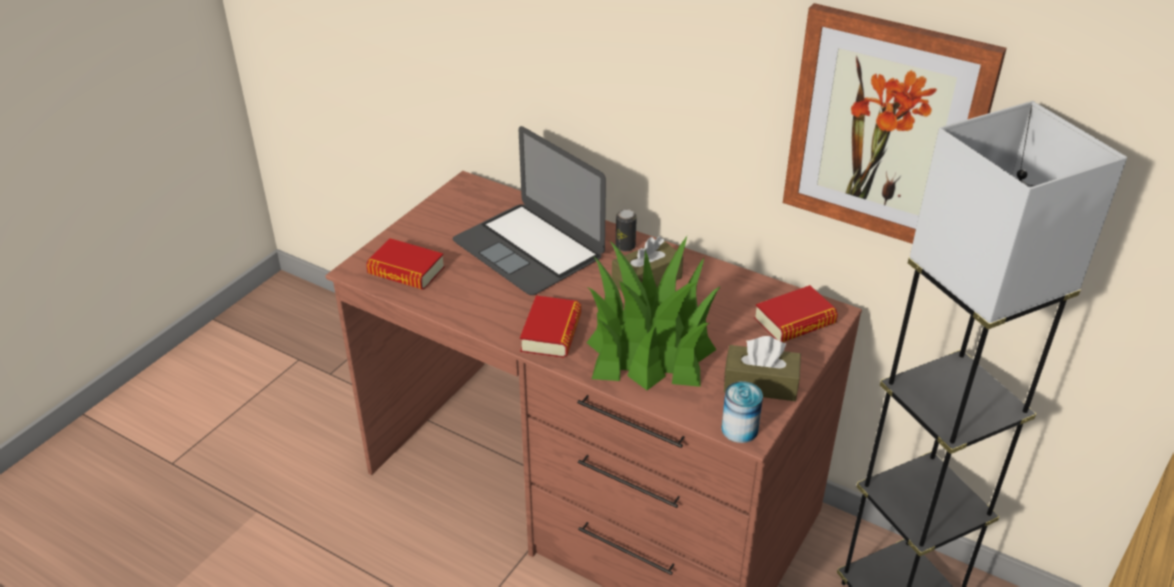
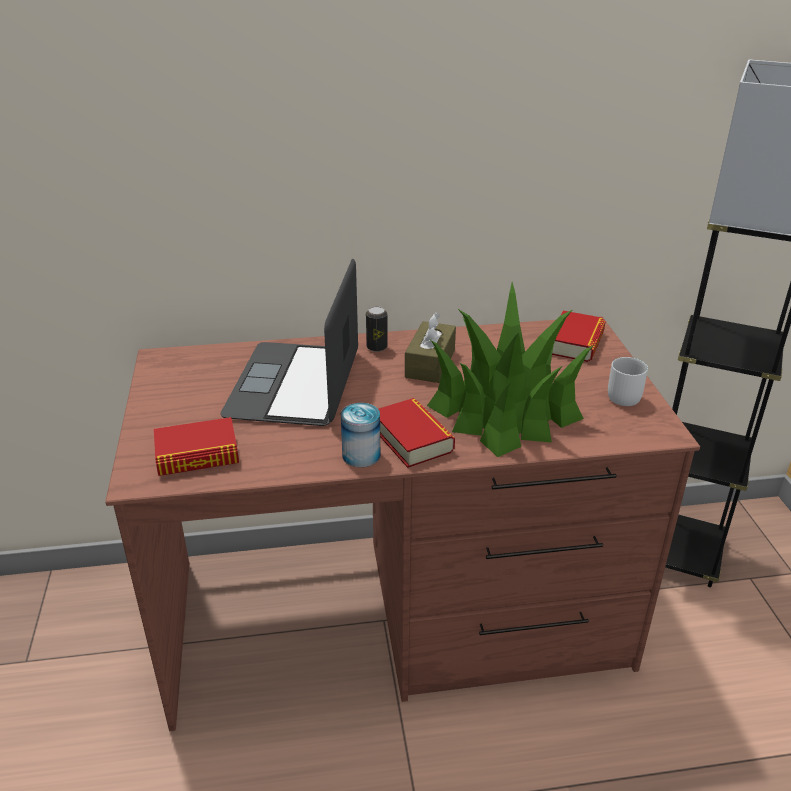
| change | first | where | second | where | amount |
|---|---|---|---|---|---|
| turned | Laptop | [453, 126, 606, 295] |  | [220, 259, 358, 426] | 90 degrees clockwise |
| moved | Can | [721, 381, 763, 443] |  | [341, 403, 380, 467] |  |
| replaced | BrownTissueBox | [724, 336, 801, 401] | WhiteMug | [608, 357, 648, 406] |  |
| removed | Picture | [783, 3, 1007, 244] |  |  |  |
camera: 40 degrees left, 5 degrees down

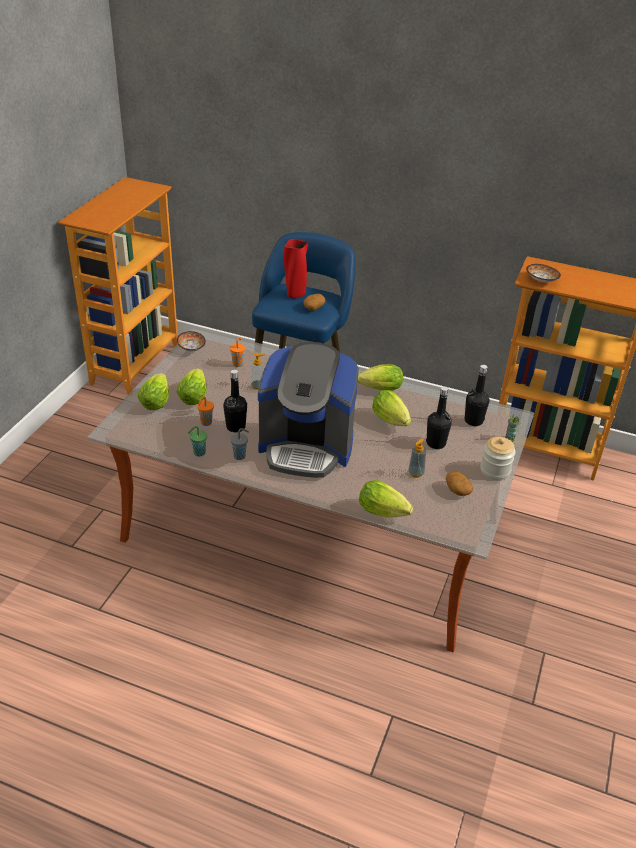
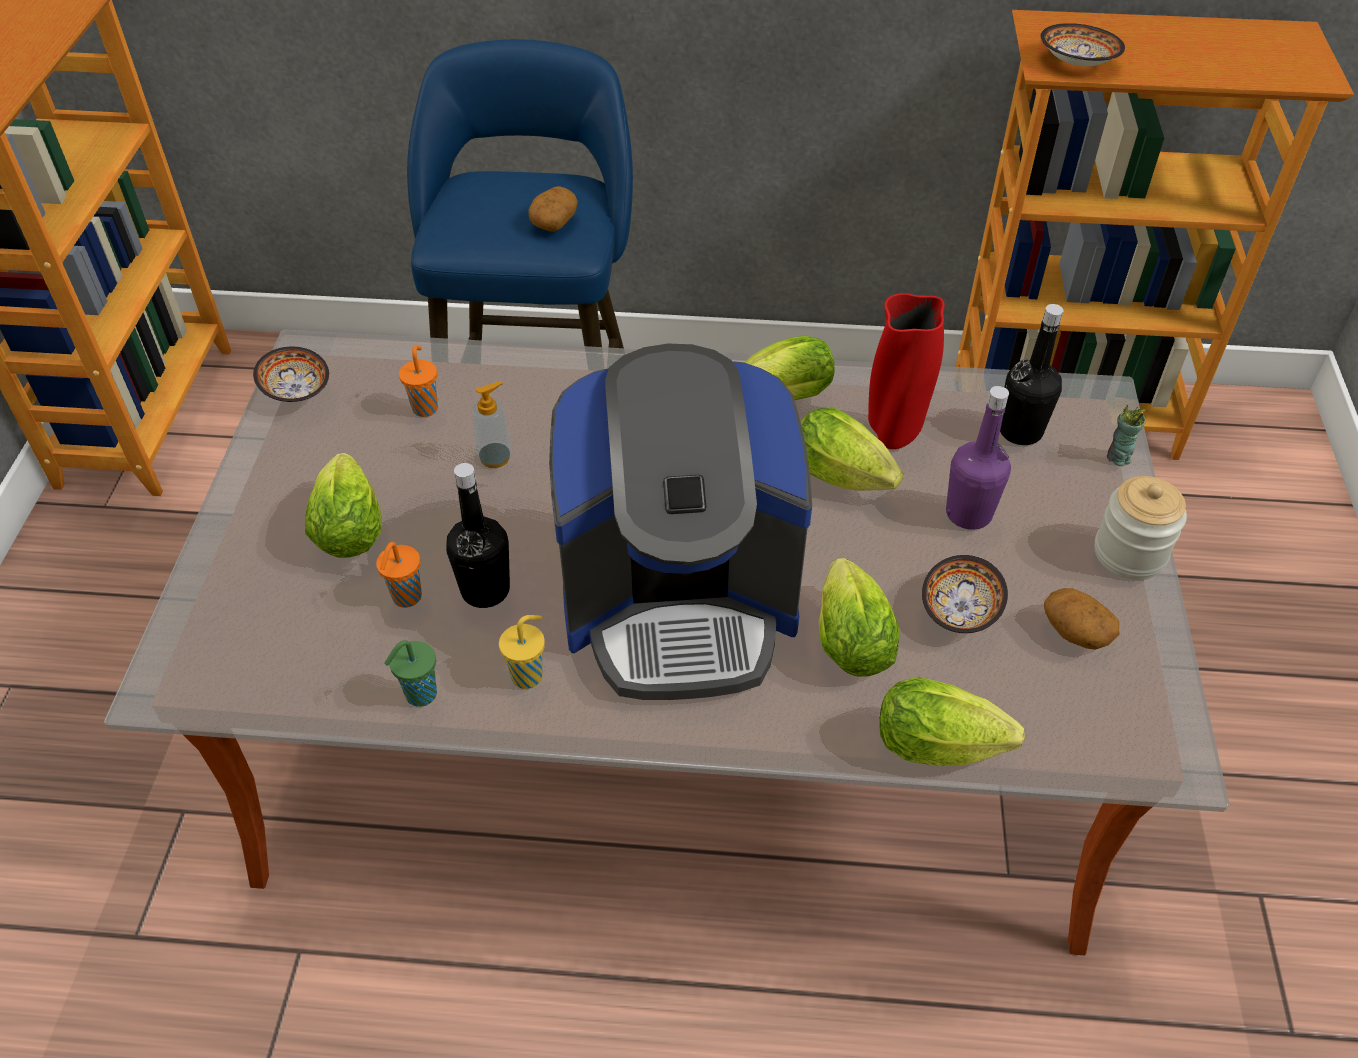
| change | first | where | second | where | amount |
|---|---|---|---|---|---|
| moved | Lettuce | [138, 373, 169, 410] |  | [819, 558, 900, 677] |  |
| recoloured | GreyCup | [231, 428, 249, 460] | YellowCup | [499, 615, 545, 689] |  |
| moved | RedVase | [284, 239, 308, 299] |  | [868, 293, 945, 449] |  |
| replaced | SoapDispenser | [408, 438, 426, 478] | Bowl | [922, 555, 1008, 633] |  |
| recoloured | BlackBottle | [426, 386, 452, 449] | PurpleBottle | [946, 386, 1011, 530] |  |
camera: 15 degrees left, 10 degrees up

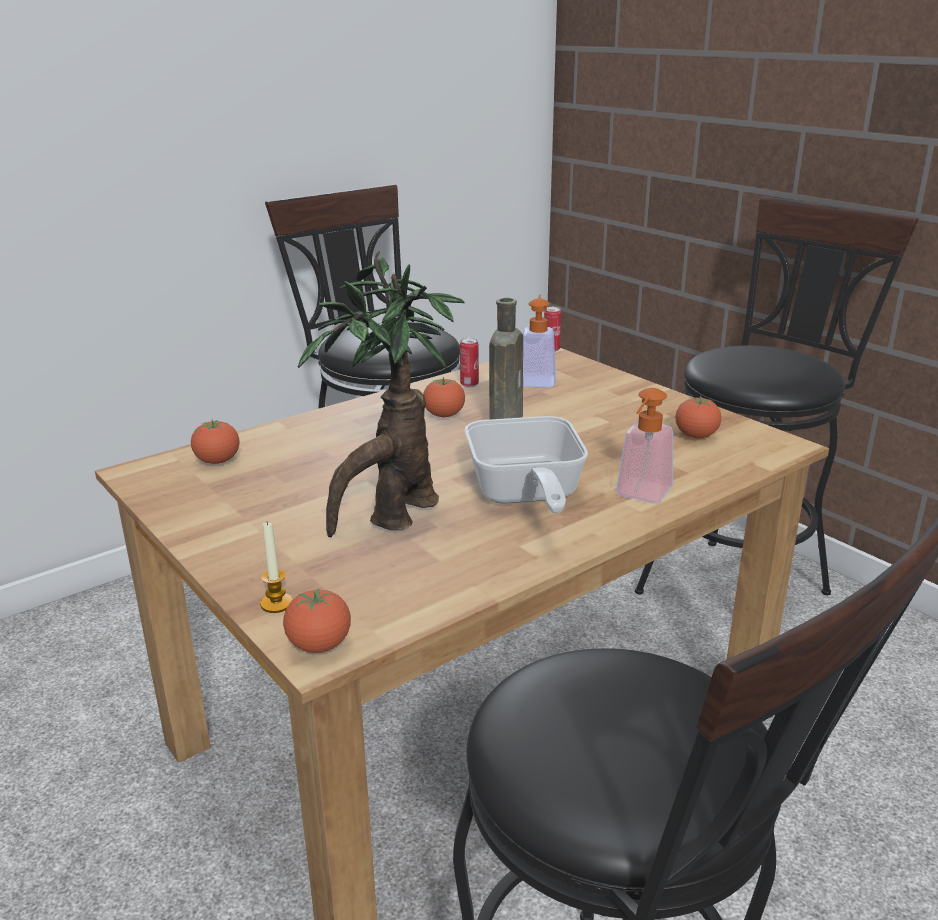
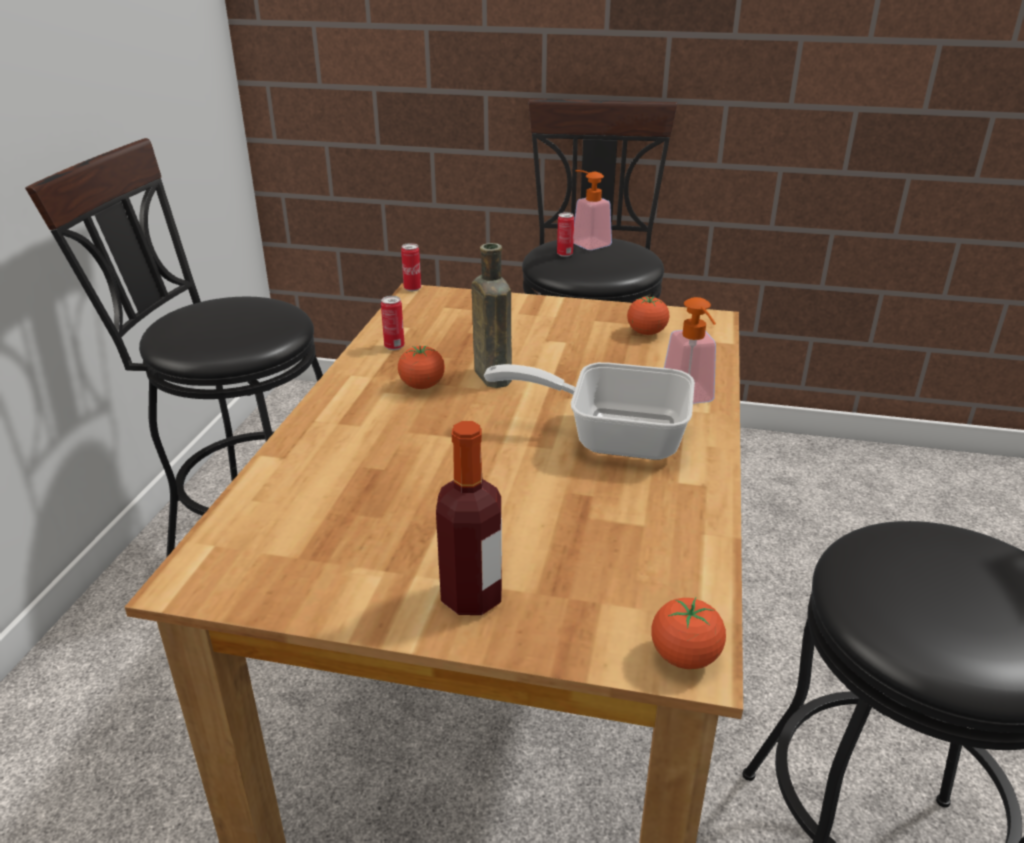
| change | first | where | second | where | amount |
|---|---|---|---|---|---|
| removed | Tomato | [191, 420, 239, 464] |  |  |  |
| removed | Candle | [260, 522, 293, 613] |  |  |  |
| removed | PottedPlant | [298, 251, 465, 538] |  |  |  |
| turned | FryingPan | [465, 416, 588, 513] |  | [484, 362, 695, 460] | 150 degrees clockwise |
| moved | SoapDispenser | [523, 295, 556, 387] |  | [573, 170, 612, 250] |  |
| added |  |  | Bottle | [436, 421, 502, 615] |  |
| added |  |  | Can | [557, 213, 574, 257] |  |
camera: 40 degrees left, 5 degrees up

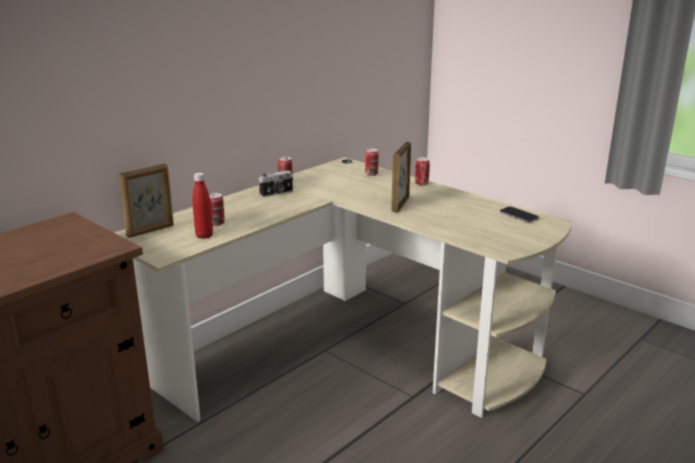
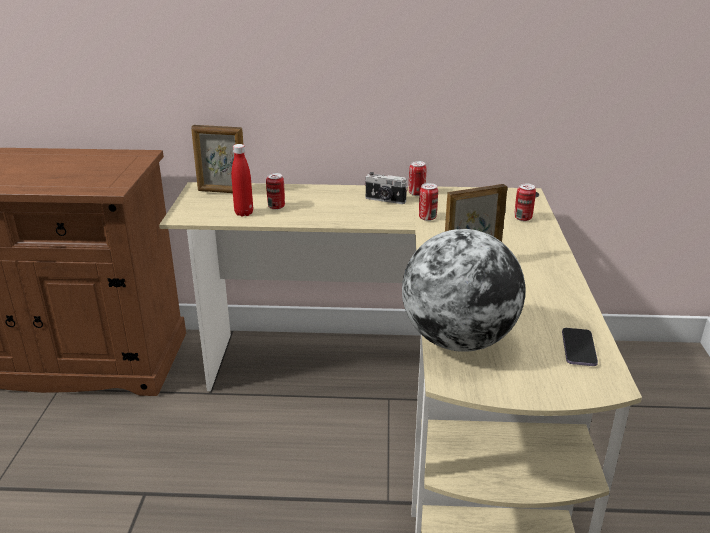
| change | first | where | second | where | amount |
|---|---|---|---|---|---|
| moved | Can | [415, 157, 430, 186] |  | [419, 183, 438, 221] |  |
| added |  |  | Globe | [402, 229, 526, 352] |  |
camera: 50 degrees right, 5 degrees up

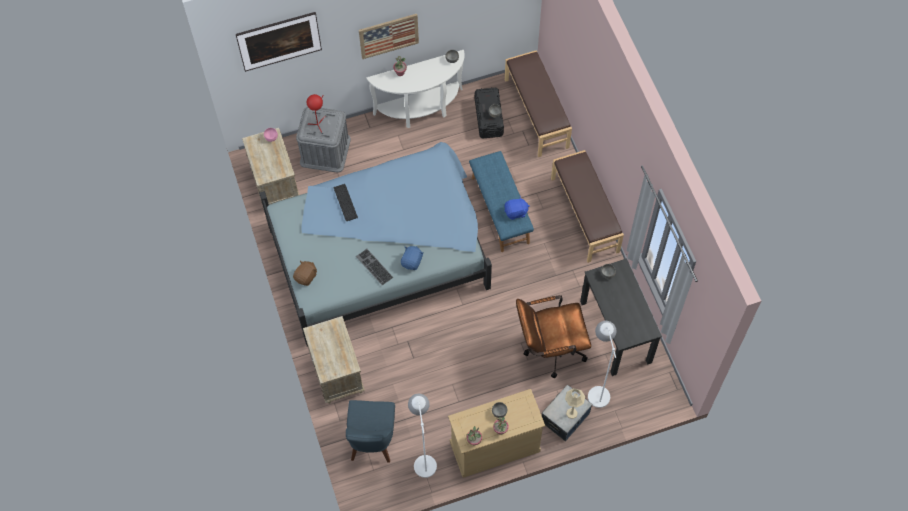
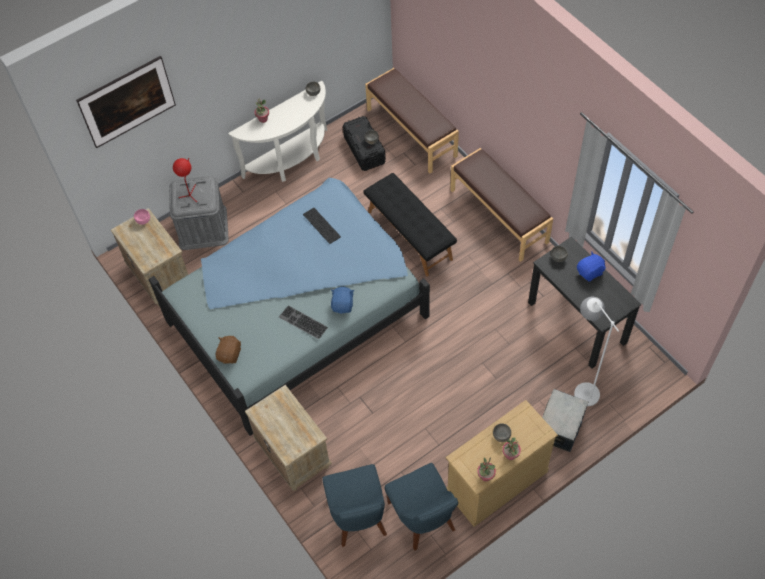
| change | first | where | second | where | amount |
|---|---|---|---|---|---|
| moved | Keyboard | [333, 184, 358, 221] |  | [303, 208, 341, 244] |  |
| removed | Picture | [359, 14, 419, 59] |  |  |  |
| replaced | WhiteFloorLamp | [408, 394, 437, 478] | BlueChair | [385, 463, 458, 551] |  |
| recoloured | BlueBench | [469, 151, 534, 252] | BlackBench | [363, 173, 457, 277] |  |
| moved | BluePlushToy | [504, 196, 529, 220] |  | [577, 252, 606, 281] |  |
| removed | BrownOfficeChair | [516, 295, 591, 378] |  |  |  |
| removed | BeigeTableLamp | [565, 388, 585, 419] |  |  |  |
camera: 15 degrees left, 5 degrees down

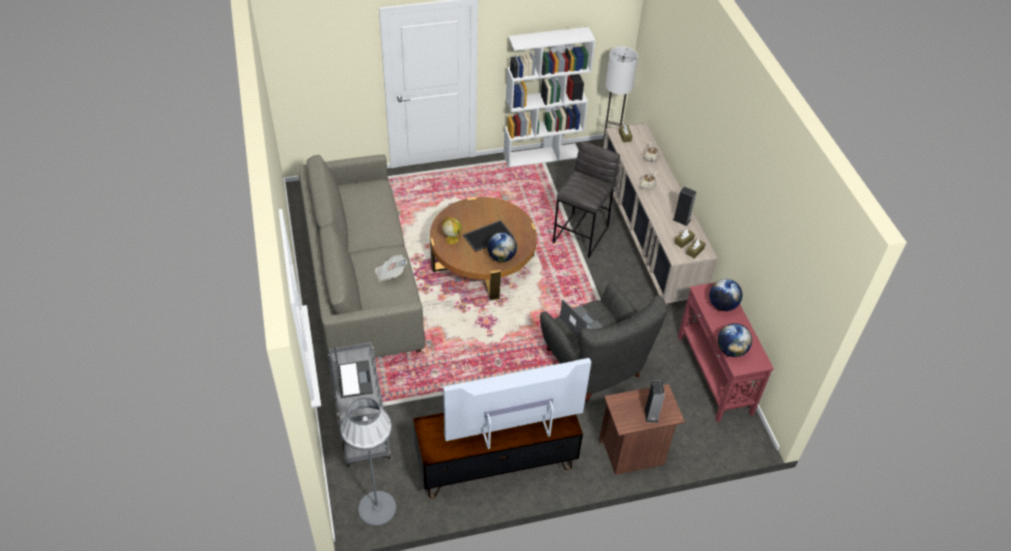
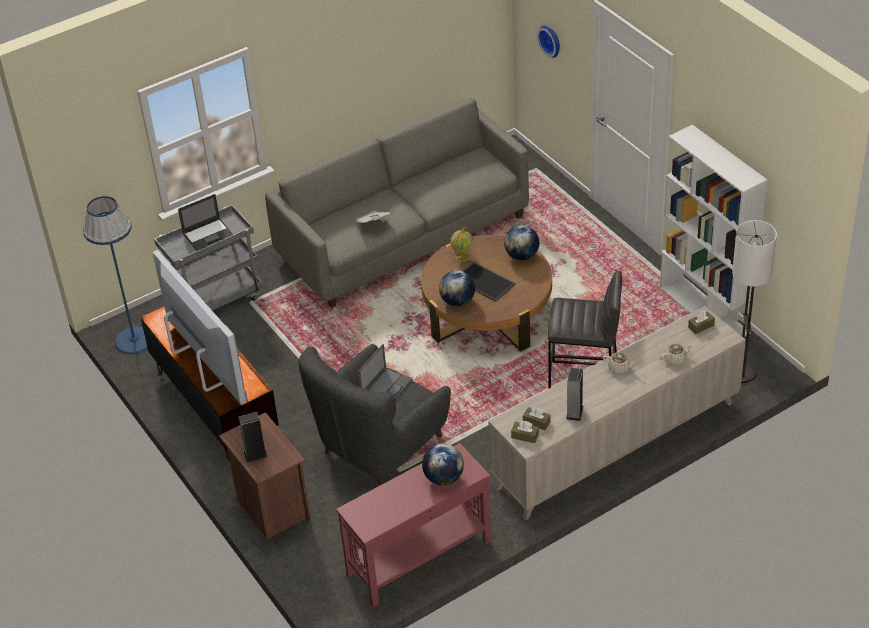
| change | first | where | second | where | amount |
|---|---|---|---|---|---|
| recoloured | GreyFloorLamp | [341, 397, 396, 526] | BlueFloorLamp | [83, 196, 148, 354] |  |
| moved | Globe | [718, 323, 752, 357] |  | [504, 225, 539, 261] |  |
| added |  |  | WallClock | [537, 26, 560, 58] |  |
camera: 75 degrees right, 5 degrees down

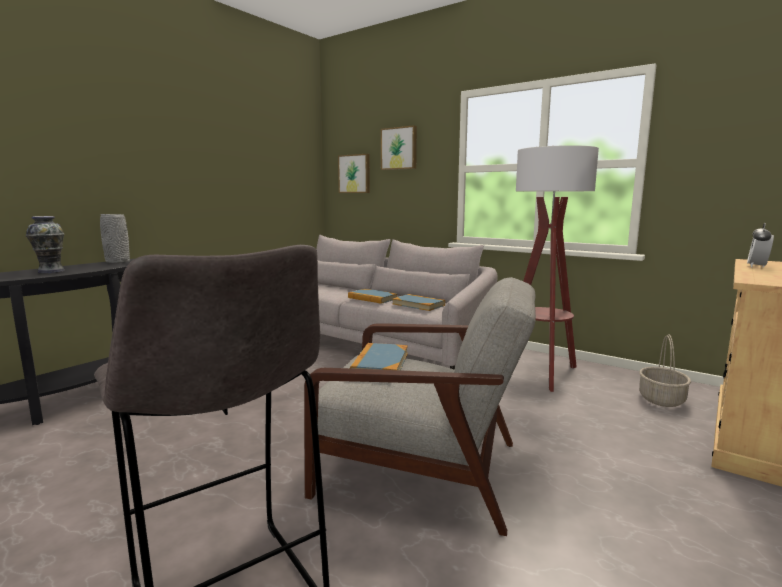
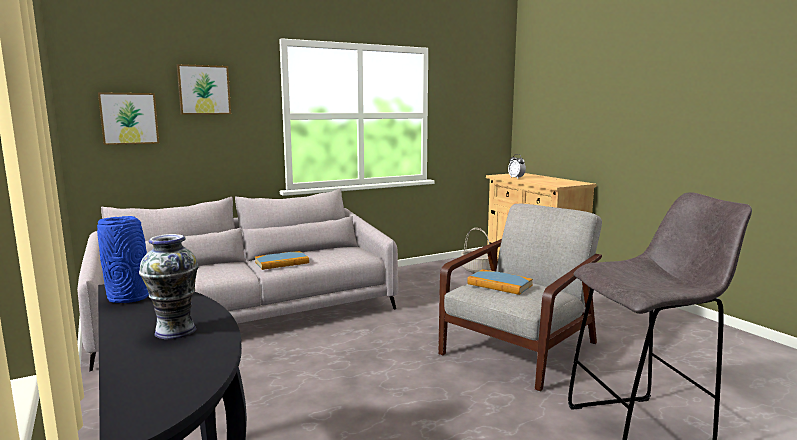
| change | first | where | second | where | amount |
|---|---|---|---|---|---|
| recoloured | GreyVase | [100, 214, 130, 263] | BlueVase | [97, 216, 149, 303] |  |
| removed | Book | [392, 294, 445, 311] |  |  |  |
| removed | FloorLamp | [516, 145, 599, 392] |  |  |  |
camera: 65 degrees left, 0 degrees up

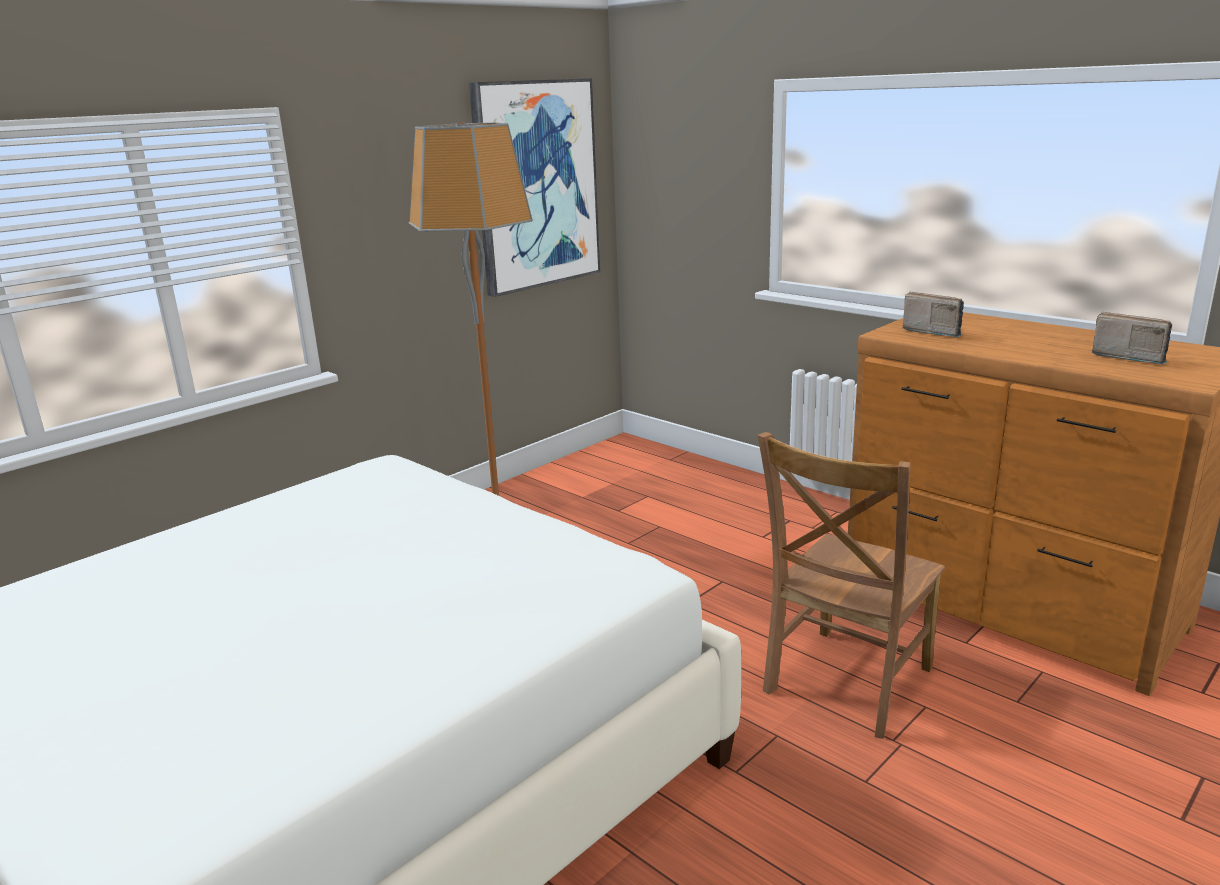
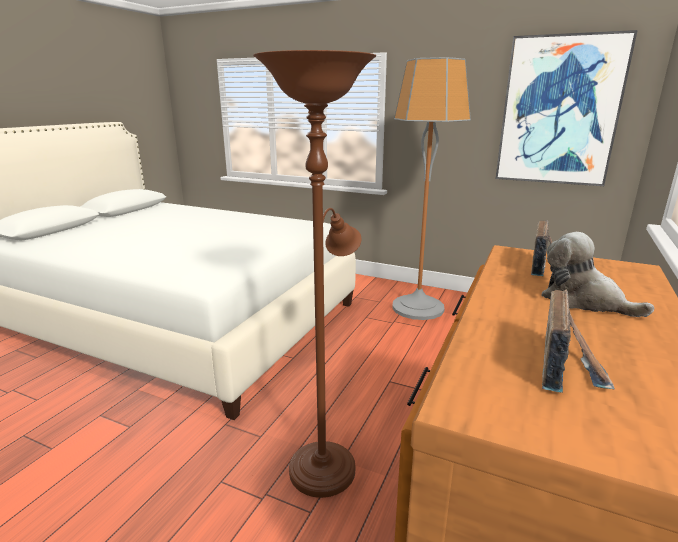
| change | first | where | second | where | amount |
|---|---|---|---|---|---|
| replaced | BrownChair | [757, 432, 945, 739] | BrownFloorLamp | [253, 50, 376, 498] |  |
| added |  |  | PlushToy | [541, 232, 654, 317] |  |
camera: 70 degrees right, 0 degrees up

